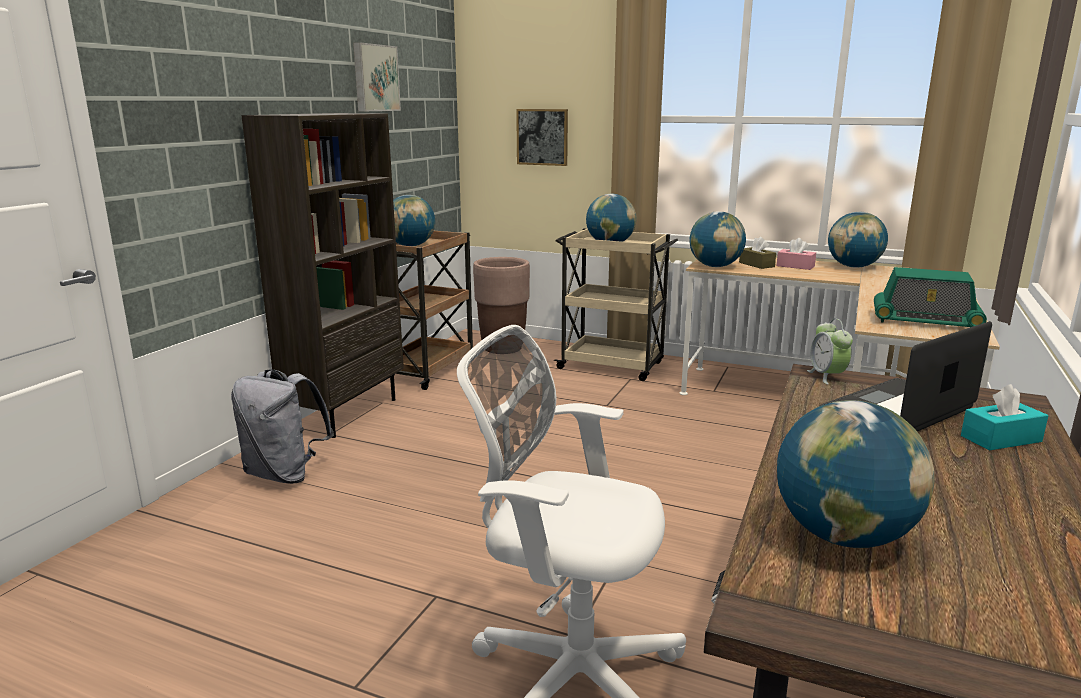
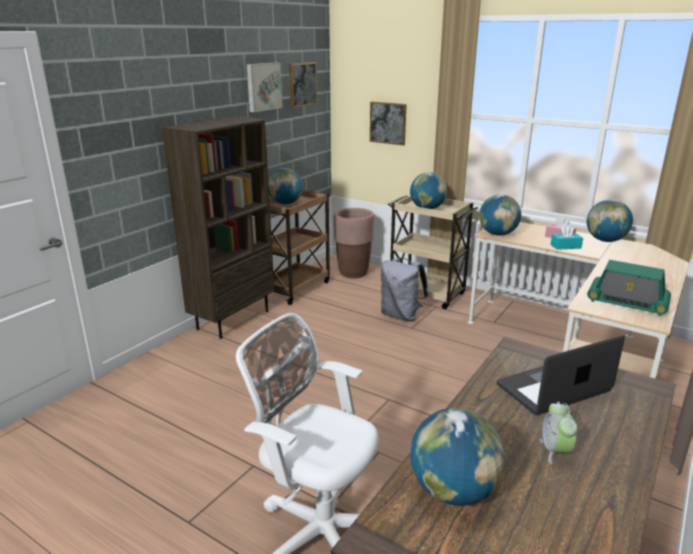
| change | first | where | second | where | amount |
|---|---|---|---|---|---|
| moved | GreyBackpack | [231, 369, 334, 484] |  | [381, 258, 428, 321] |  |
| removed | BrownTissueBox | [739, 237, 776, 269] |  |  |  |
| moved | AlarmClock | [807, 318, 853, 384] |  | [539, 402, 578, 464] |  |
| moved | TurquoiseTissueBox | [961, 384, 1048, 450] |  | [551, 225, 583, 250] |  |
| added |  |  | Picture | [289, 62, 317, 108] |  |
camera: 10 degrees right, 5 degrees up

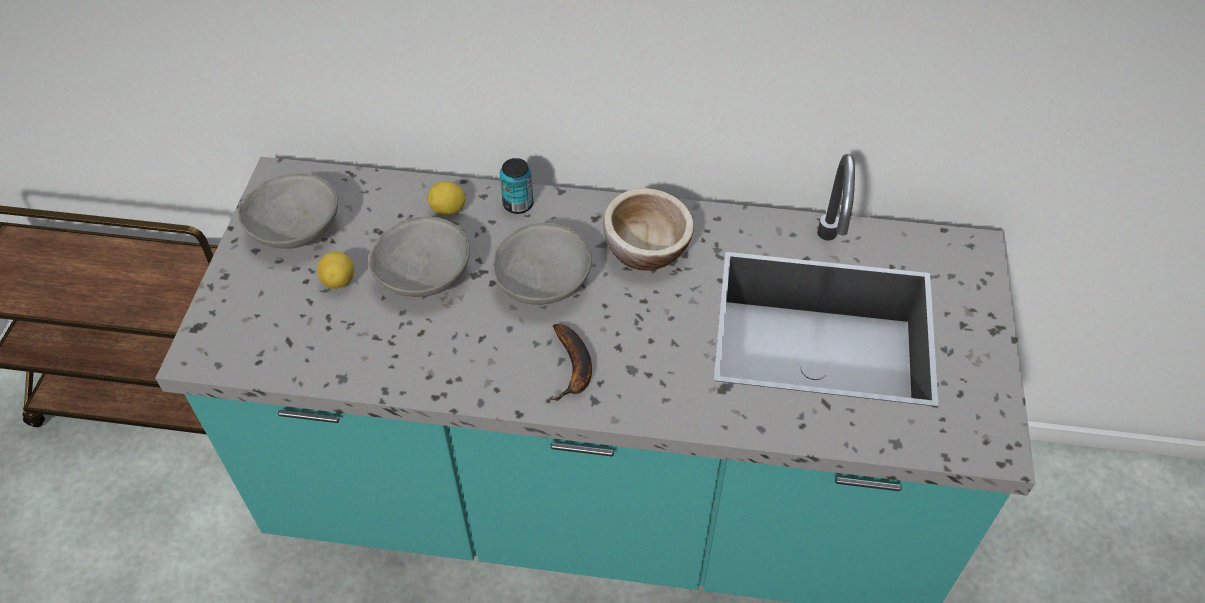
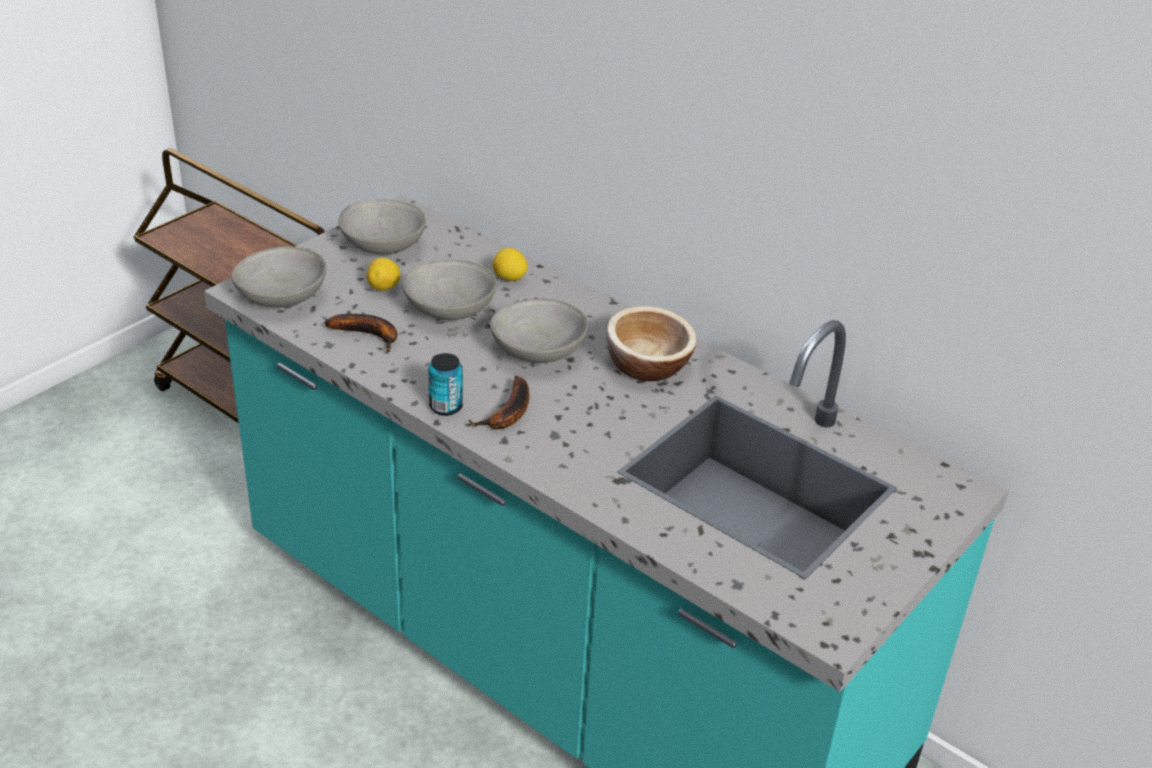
| change | first | where | second | where | amount |
|---|---|---|---|---|---|
| moved | Can | [500, 158, 533, 214] |  | [428, 353, 463, 416] |  |
| added |  |  | GreyBowl | [232, 246, 327, 307] |  |
| added |  |  | Banana | [325, 314, 398, 353] |  |
camera: 30 degrees right, 15 degrees down

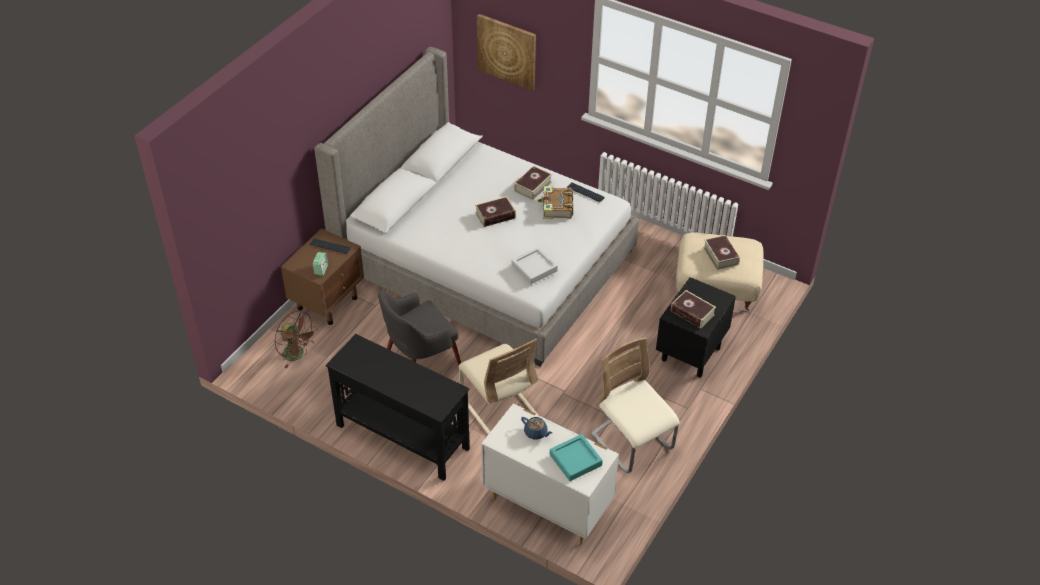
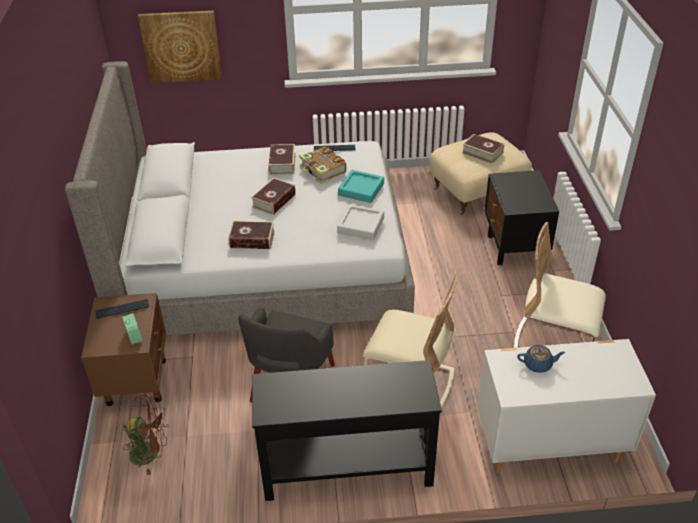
| change | first | where | second | where | amount |
|---|---|---|---|---|---|
| moved | TurquoiseTray | [550, 434, 603, 481] |  | [338, 170, 384, 203] |  |
| moved | Book | [671, 290, 716, 328] |  | [228, 220, 275, 249] |  |
camera: 35 degrees left, 5 degrees down

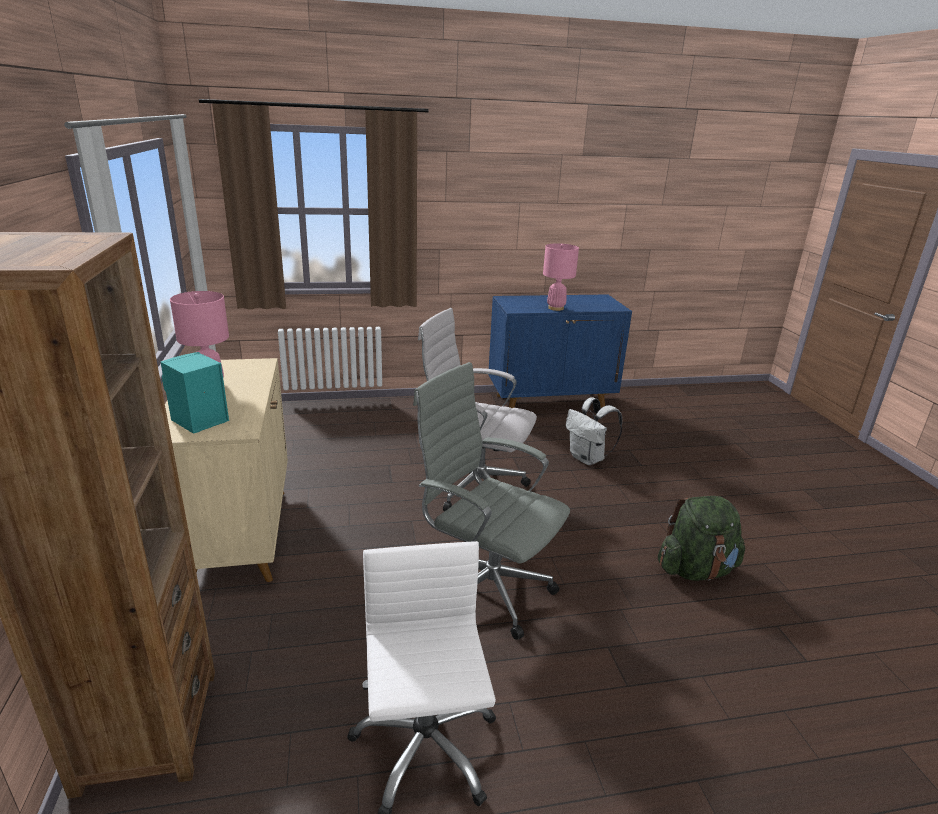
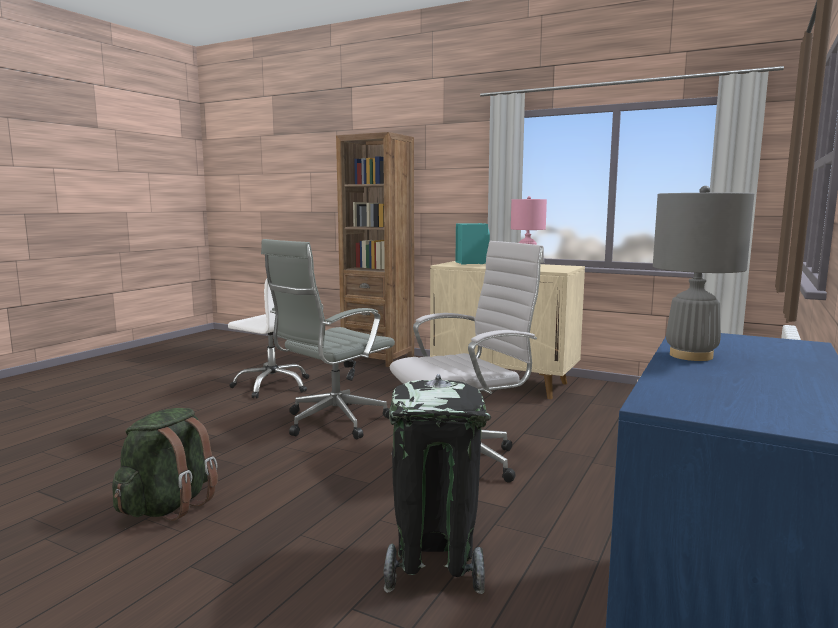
| change | first | where | second | where | amount |
|---|---|---|---|---|---|
| turned | GreyOfficeChair | [413, 362, 570, 640] |  | [261, 239, 395, 440] | 150 degrees clockwise |
| recoloured | PinkTableLamp | [543, 243, 579, 311] | GreyTableLamp | [653, 186, 754, 361] |  |
| replaced | WhiteBackpack | [566, 397, 622, 465] | BlackTrashCan | [383, 374, 491, 594] |  |
camera: 130 degrees right, 15 degrees down

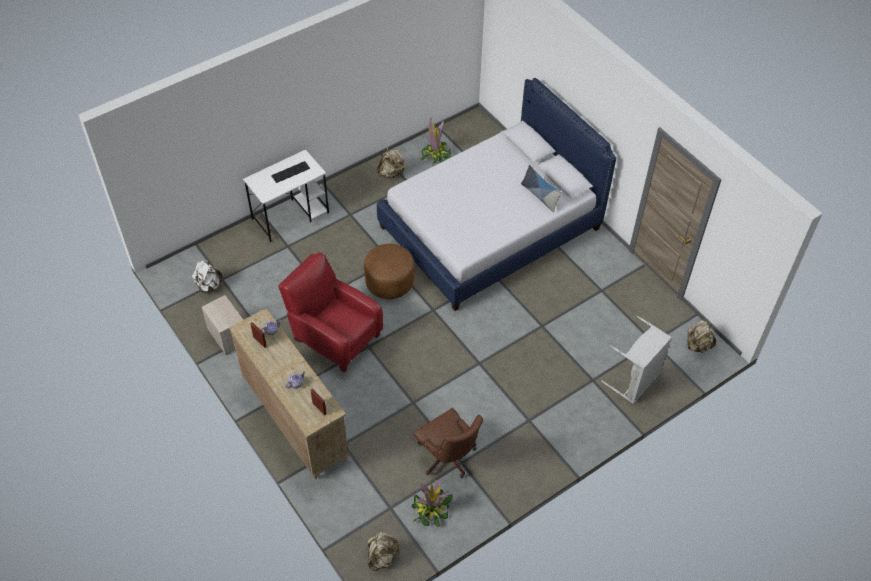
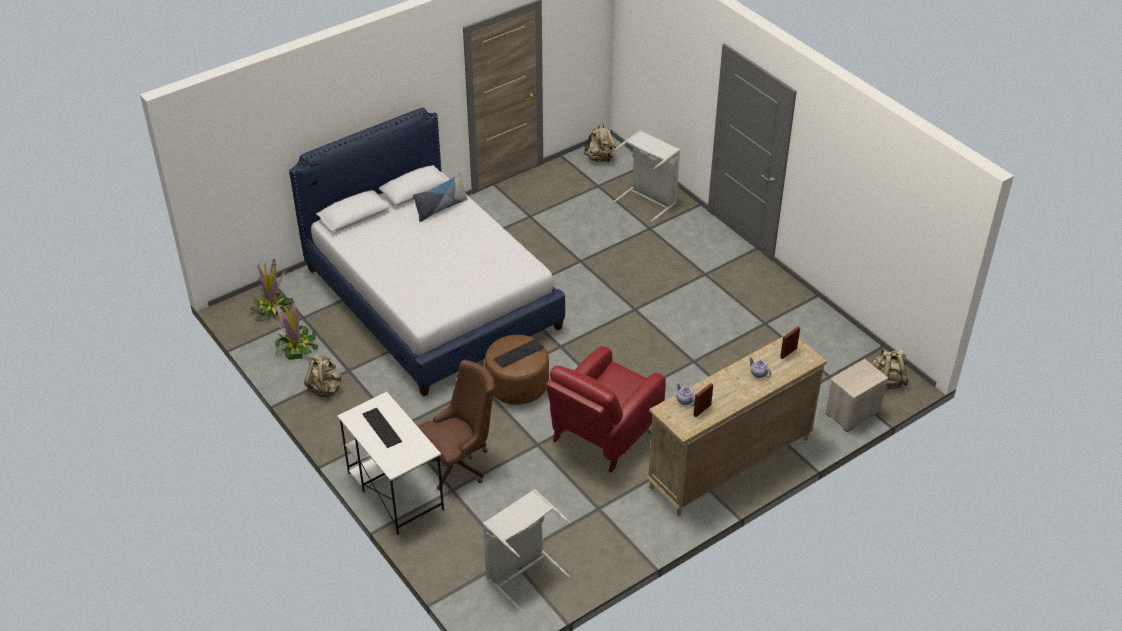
| change | first | where | second | where | amount |
|---|---|---|---|---|---|
| replaced | WhiteBackpack | [192, 260, 223, 293] | GreyLaundryBasket | [483, 489, 570, 611] |  |
| moved | Nightstand | [202, 295, 243, 355] |  | [824, 359, 888, 432] |  |
| moved | PottedPlant | [411, 480, 453, 527] |  | [250, 259, 293, 318] |  |
| moved | BrownOfficeChair | [414, 408, 483, 478] |  | [417, 360, 495, 490] |  |
| added |  |  | Keyboard | [494, 339, 544, 368] |  |
camera: 90 degrees left, 10 degrees down

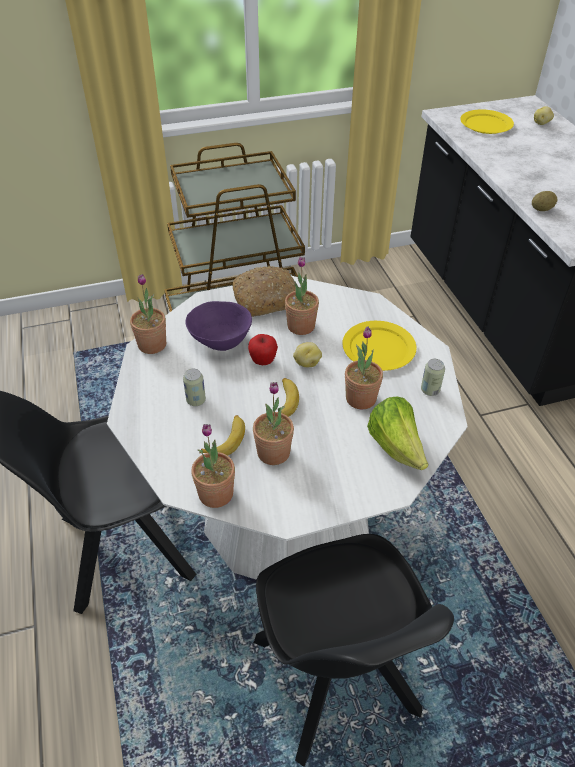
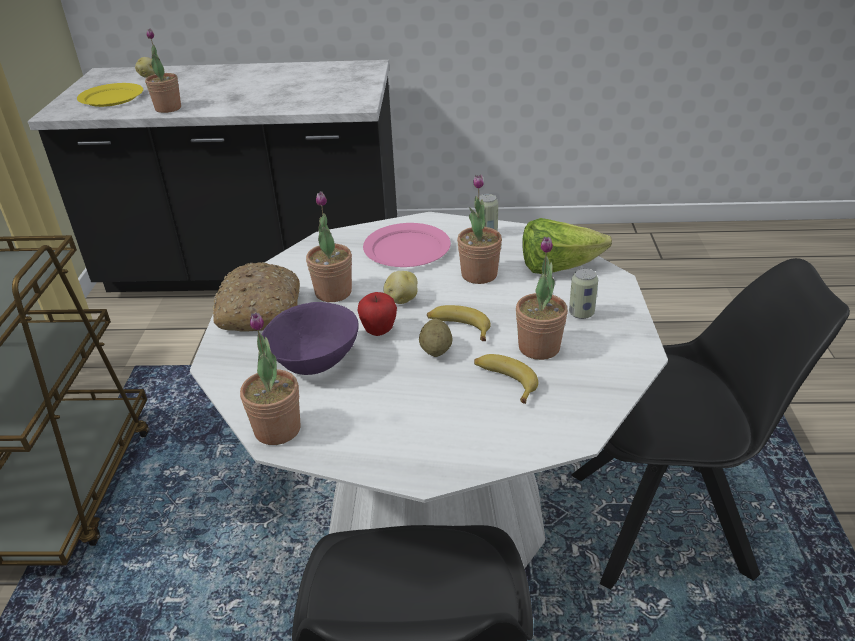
| change | first | where | second | where | amount |
|---|---|---|---|---|---|
| moved | Can | [183, 368, 206, 406] |  | [569, 268, 598, 319] |  |
| moved | PottedPlant | [191, 424, 235, 508] |  | [145, 29, 181, 113] |  |
| recoloured | YellowPlate | [342, 321, 417, 371] | PinkPlate | [363, 223, 451, 267] |  |
| moved | Potato | [532, 191, 558, 211] |  | [419, 319, 453, 357] |  |
camera: 70 degrees left, 10 degrees down

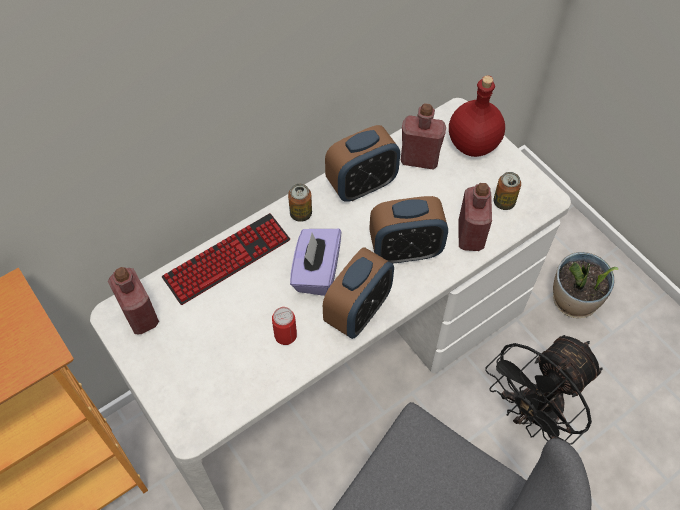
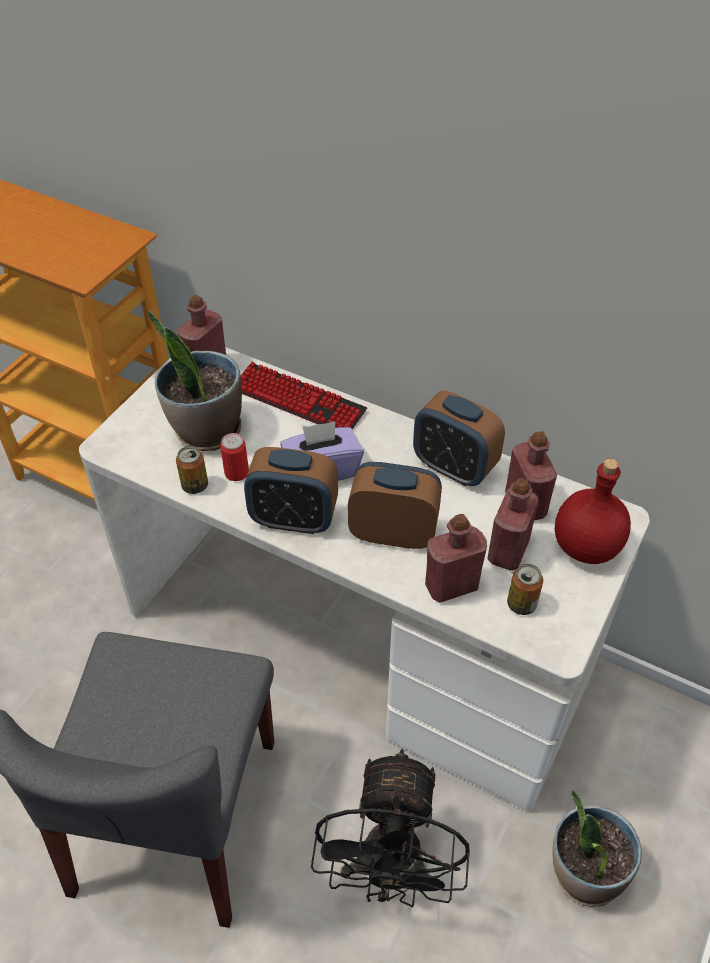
| change | first | where | second | where | amount |
|---|---|---|---|---|---|
| moved | Can | [288, 184, 312, 222] |  | [176, 446, 208, 494] |  |
| turned | AlarmClock | [369, 196, 448, 264] |  | [348, 462, 442, 549] | 135 degrees clockwise |
| turned | BlackFan | [485, 335, 603, 445] |  | [311, 749, 470, 907] | 105 degrees counterclockwise |
| added |  |  | PottedPlant | [147, 310, 242, 451] |  |
| added |  |  | RedBottle | [487, 478, 539, 570] |  |
camera: 65 degrees right, 10 degrees down

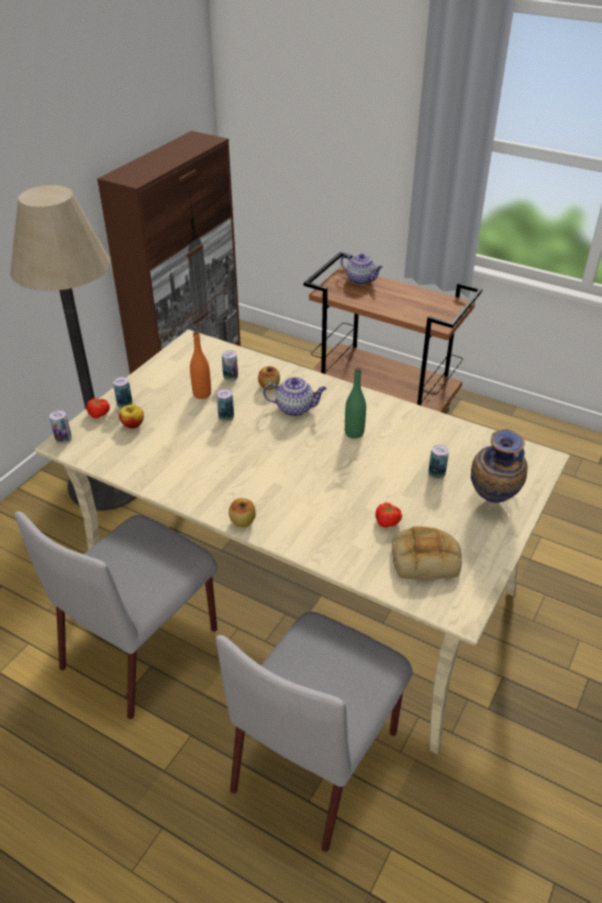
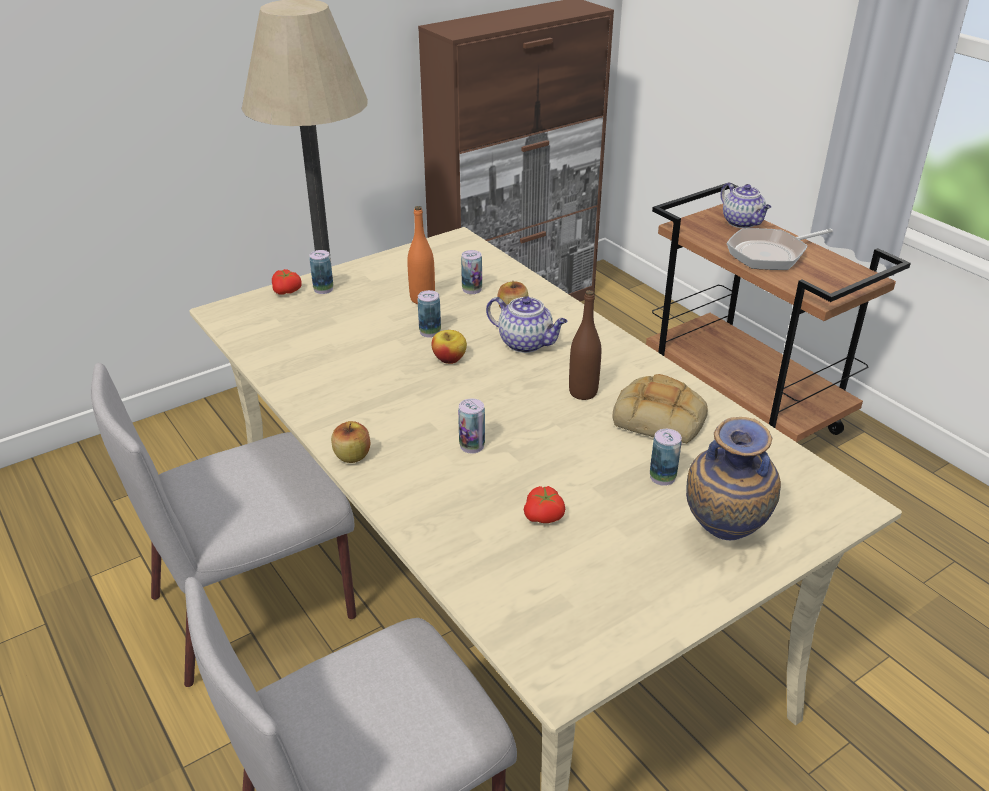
| change | first | where | second | where | amount |
|---|---|---|---|---|---|
| moved | Can | [50, 410, 72, 444] |  | [458, 399, 485, 453] |  |
| moved | Apple | [119, 405, 144, 428] |  | [432, 330, 467, 364] |  |
| recoloured | GreenBottle | [345, 368, 366, 439] | BrownBottle | [569, 290, 601, 400] |  |
| moved | Bread | [392, 526, 462, 580] |  | [613, 374, 708, 444] |  |
| added |  |  | FryingPan | [726, 228, 833, 270] |  |
camera: 25 degrees right, 5 degrees down

